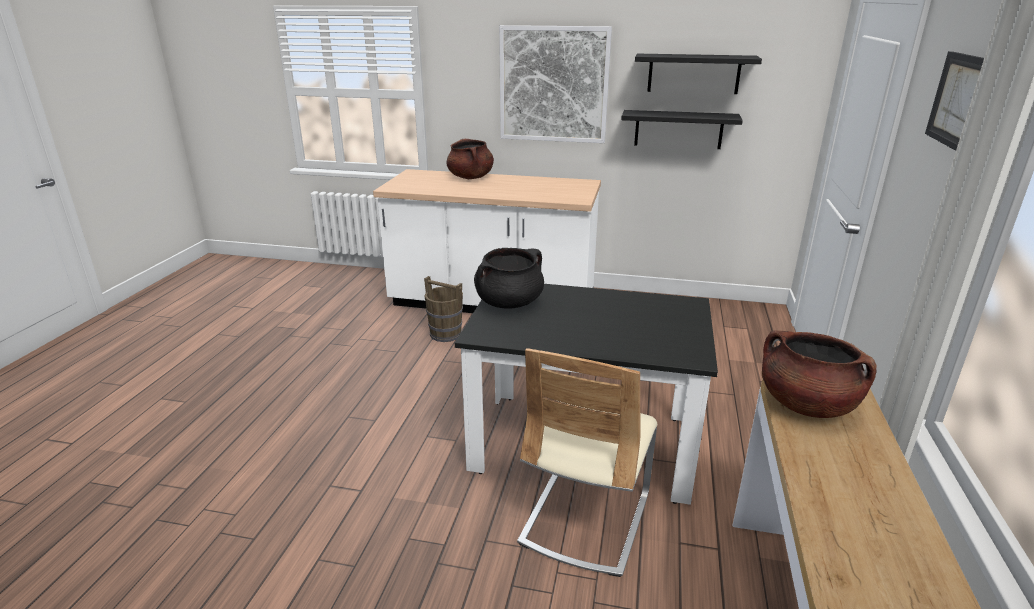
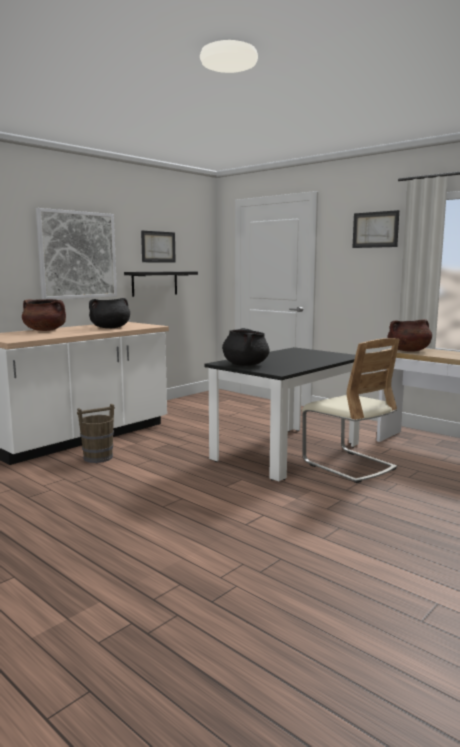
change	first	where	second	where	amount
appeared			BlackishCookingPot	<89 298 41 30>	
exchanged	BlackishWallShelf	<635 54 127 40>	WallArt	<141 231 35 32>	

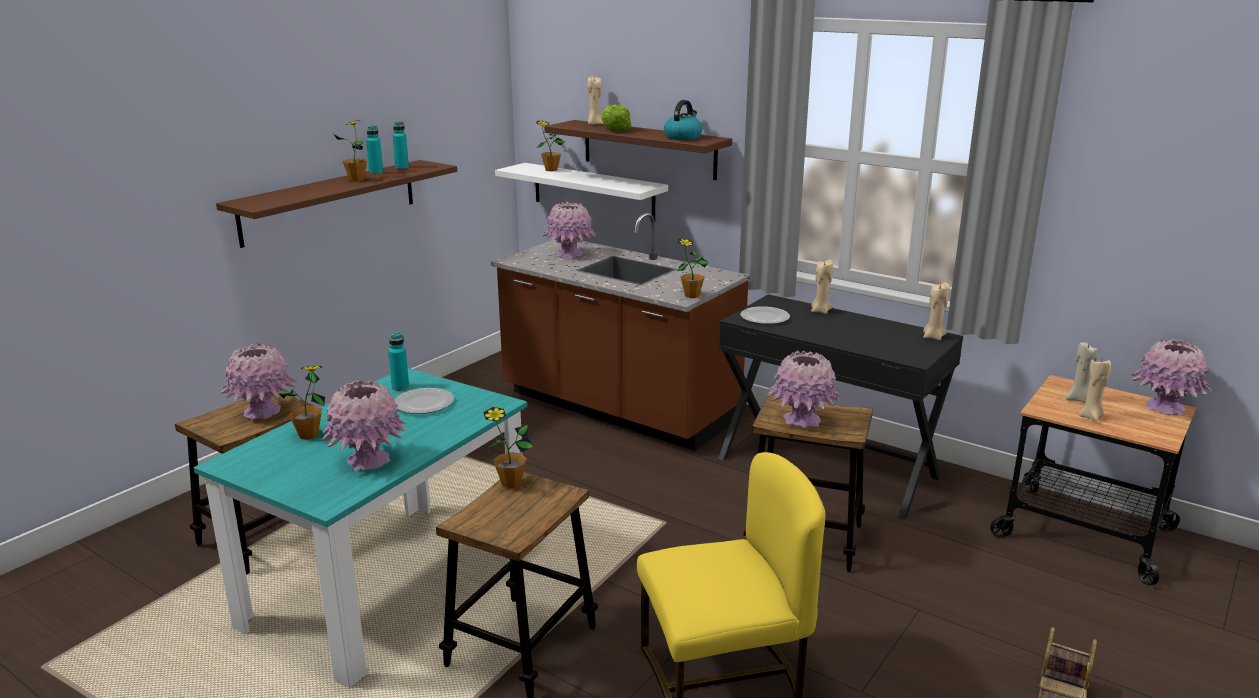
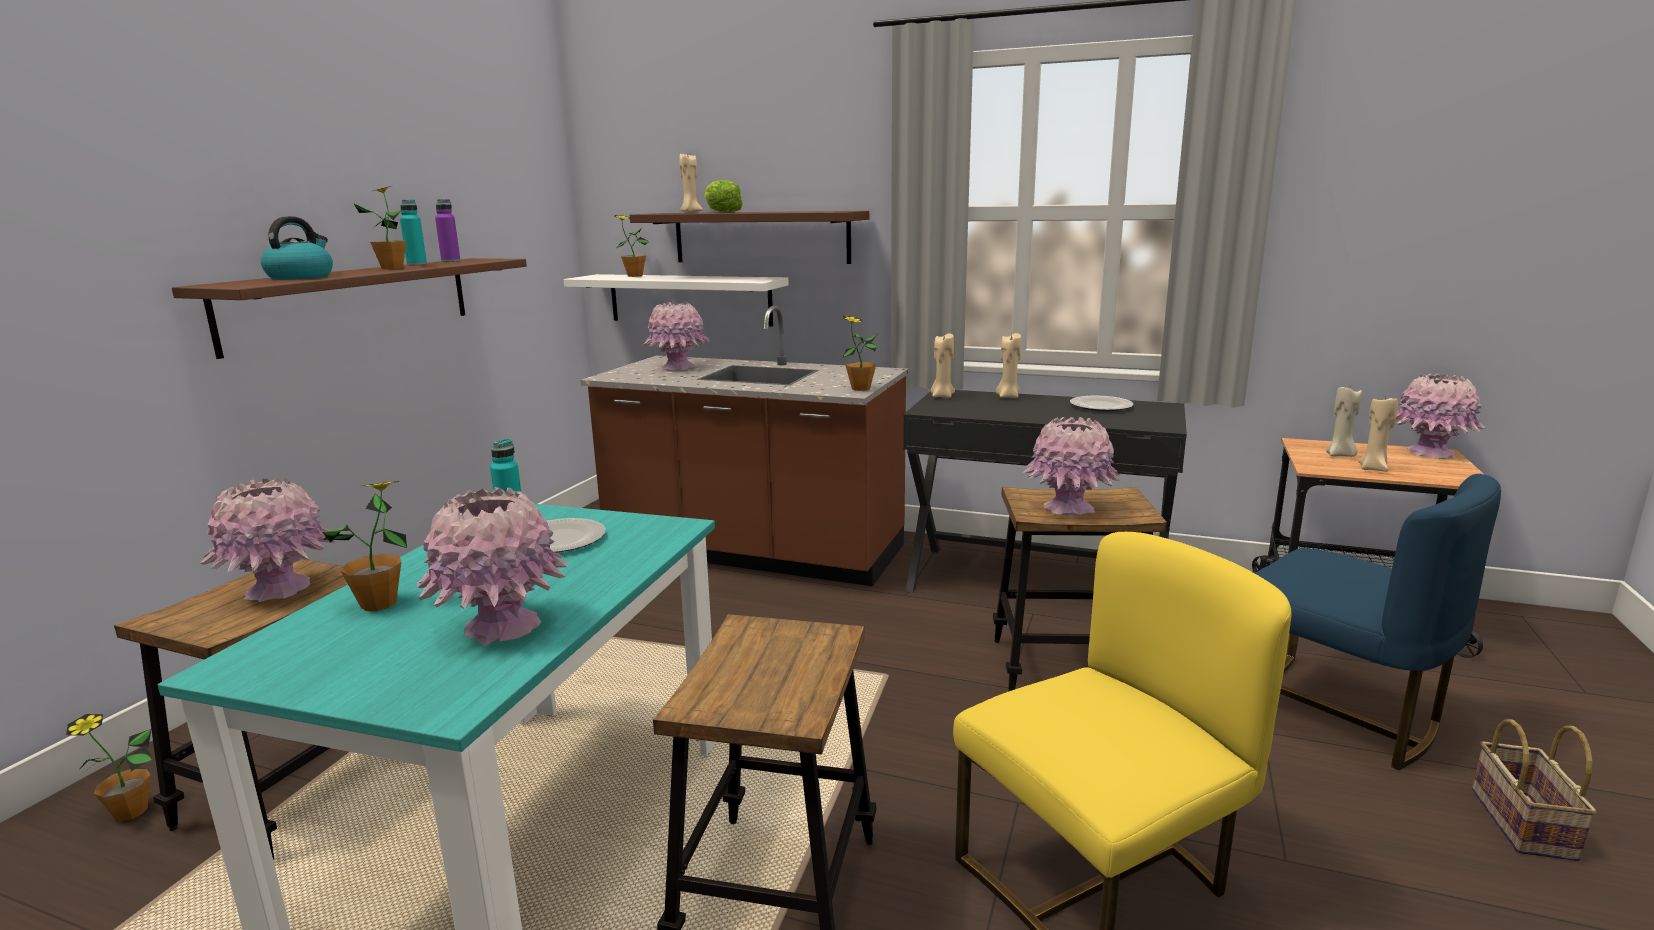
change	first	where	second	where	amount
appeared			BlueUprightChair	<1255 474 246 296>	
relocated	PlantInAPot	<484 407 49 81>		<66 714 86 107>	
relocated	WaterKettle	<664 100 39 40>		<261 216 72 64>	
relocated	Plate	<740 307 50 17>		<1070 396 64 15>	
relocated	SandColouredWaxLight	<923 282 26 58>		<931 333 24 65>	
colour	TurquoiseColouredBeverageBottle	<392 121 17 48>	PurpleBeverageBottle	<435 199 25 63>	

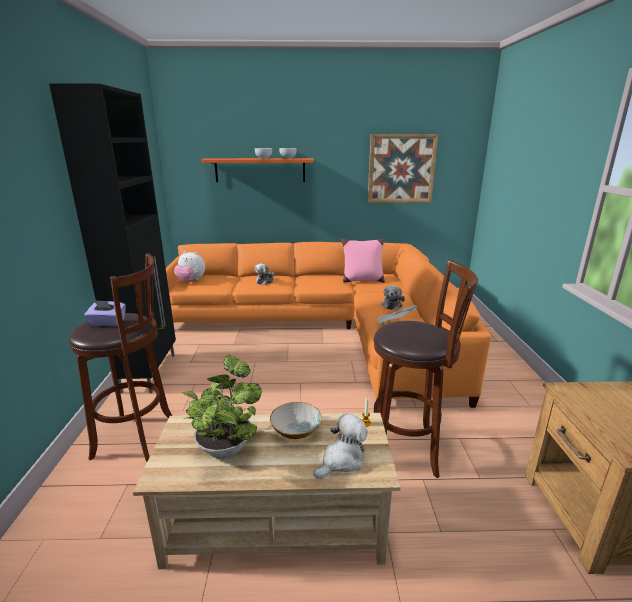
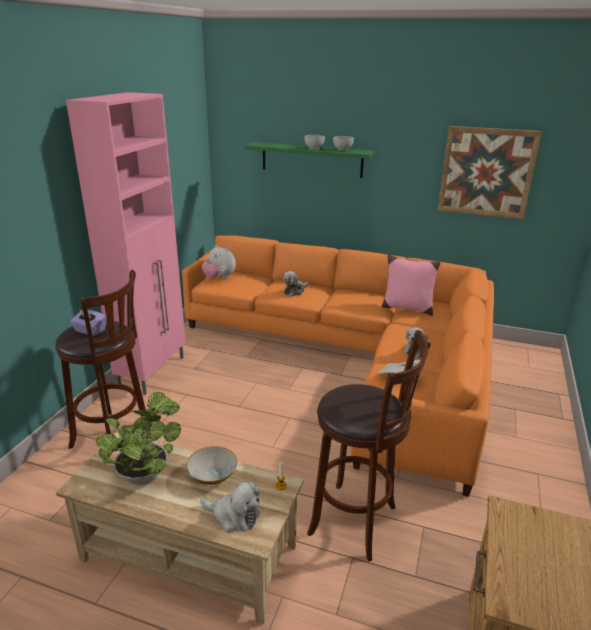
change	first	where	second	where	amount
colour	BlackishCupboard	<49 84 127 310>	PinkColouredCupboard	<66 92 120 303>	
colour	OrangeColouredWallShelf	<201 158 113 24>	GreenWallShelf	<245 142 130 36>	
spun	PlushToy	<313 413 55 66>		<200 481 60 52>	45 degrees clockwise

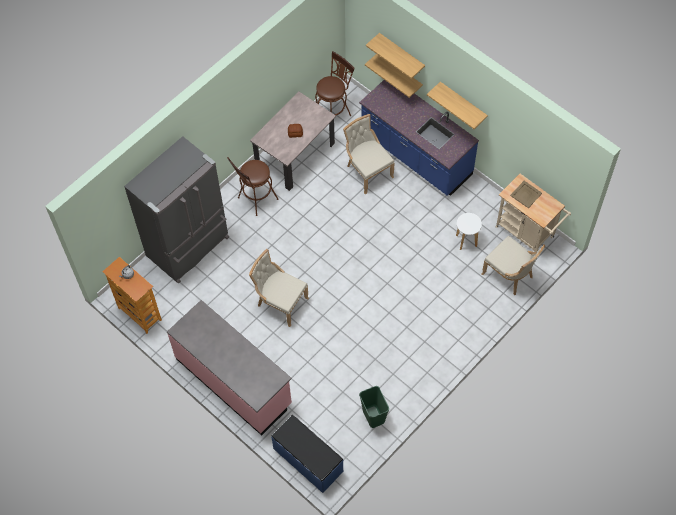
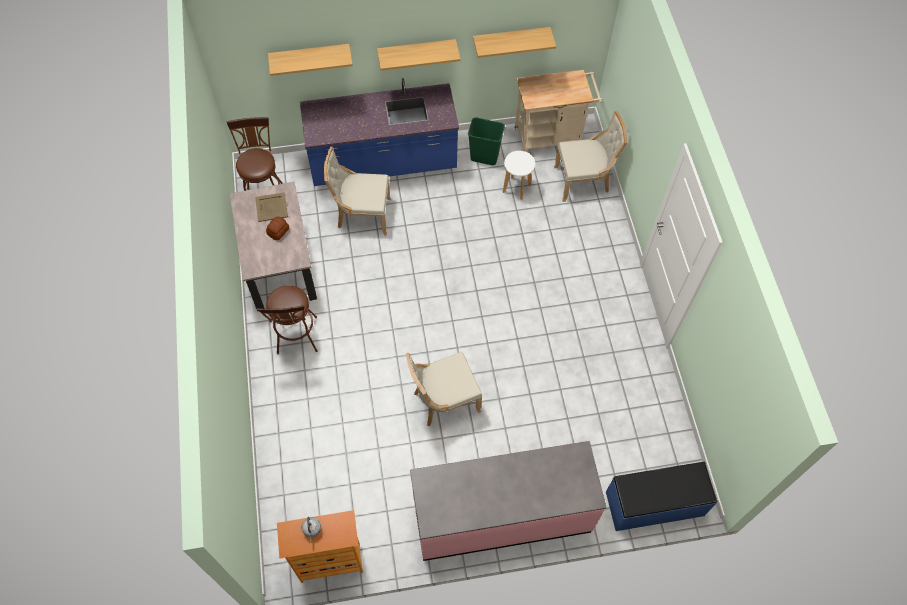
change	first	where	second	where	amount
missing	GreyFridge	<124 136 105 148>			
relocated	GreenRubbishBin	<359 386 30 42>		<468 117 37 48>	
relocated	WallShelf	<365 54 58 44>		<473 27 83 31>	
relocated	SandColouredServingTray	<510 181 32 27>		<255 192 33 30>	

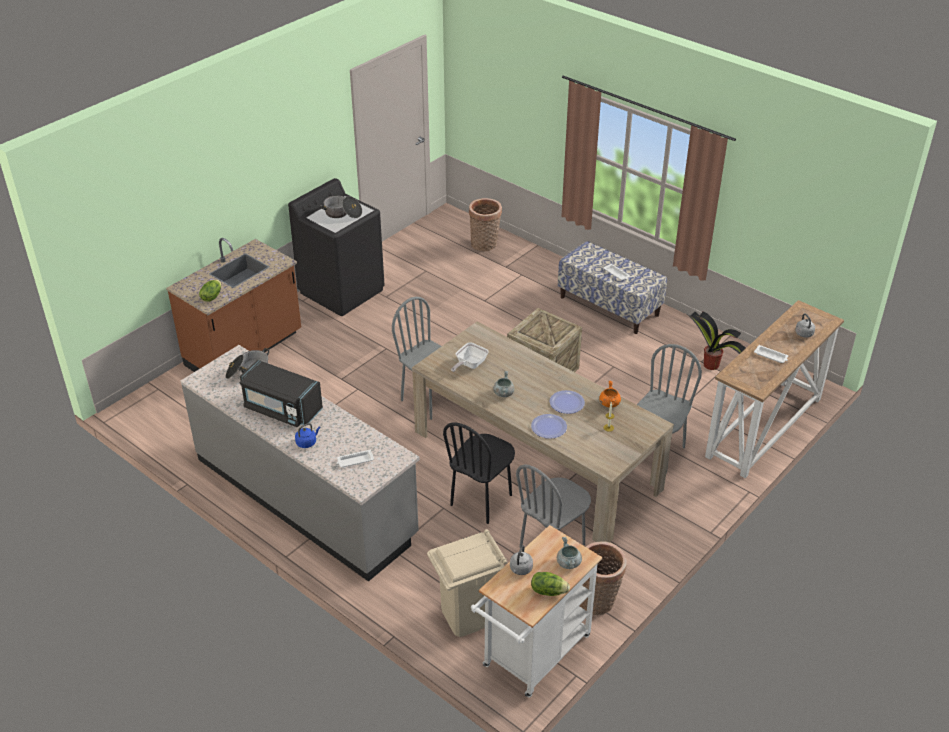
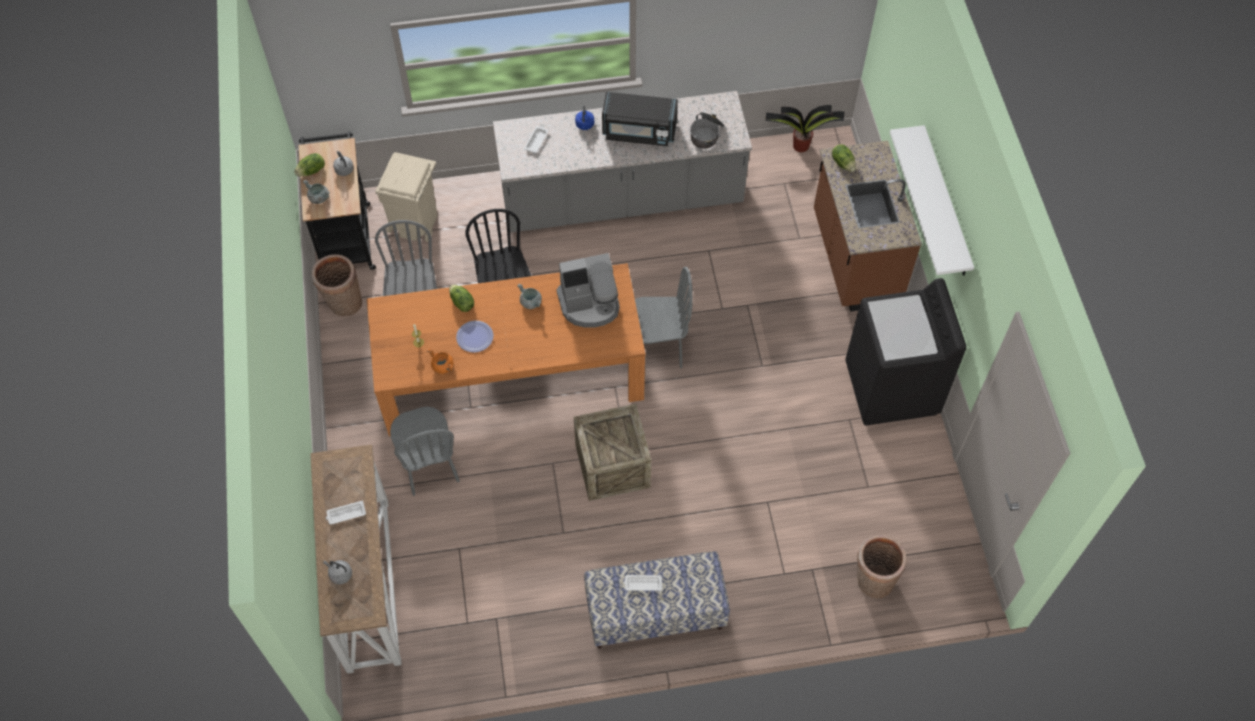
change	first	where	second	where	amount
missing	CookingPot	<320 195 42 23>			
appeared			WhiteColouredWallShelf	<890 125 84 151>	
relocated	PlantInAPot	<688 311 58 59>		<765 105 80 47>	
exchanged	Skillet	<451 343 38 29>	CoffeeBrewer	<556 253 64 75>	
exchanged	Plate	<531 414 36 25>	LettuceHead	<449 285 25 27>	
colour	SandColouredDinnerTable	<412 322 262 220>	OrangeColouredDinnerTable	<367 263 279 174>	
colour	WhiteColouredCart	<471 525 131 173>	BlackishCart	<299 131 77 139>	
spun	BlackishMicrowave	<240 360 83 67>		<602 92 76 54>	150 degrees counterclockwise

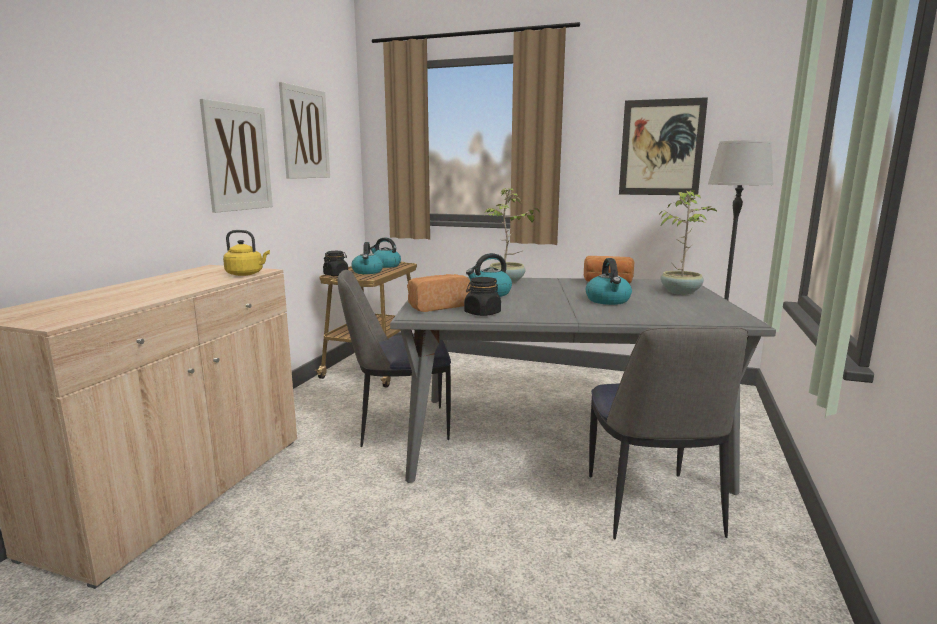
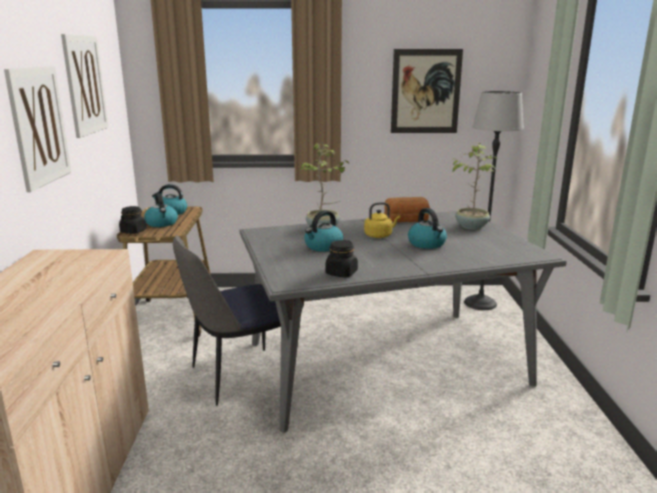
change	first	where	second	where	amount
missing	BakeryBread	<407 274 63 38>			
missing	UprightChair	<589 327 159 212>			
relocated	YellowWaterKettle	<223 230 47 46>		<364 202 36 36>	

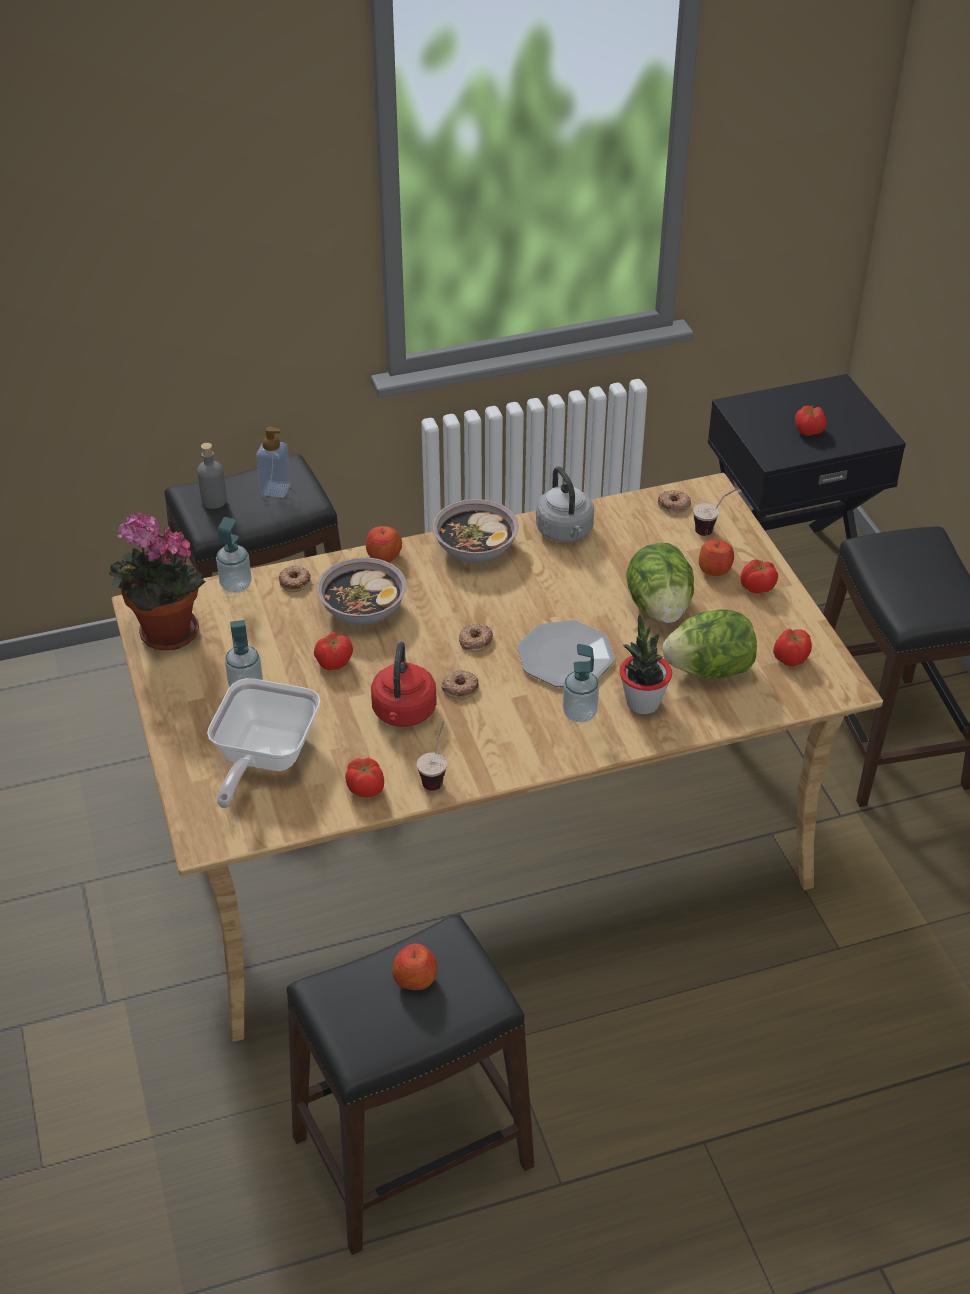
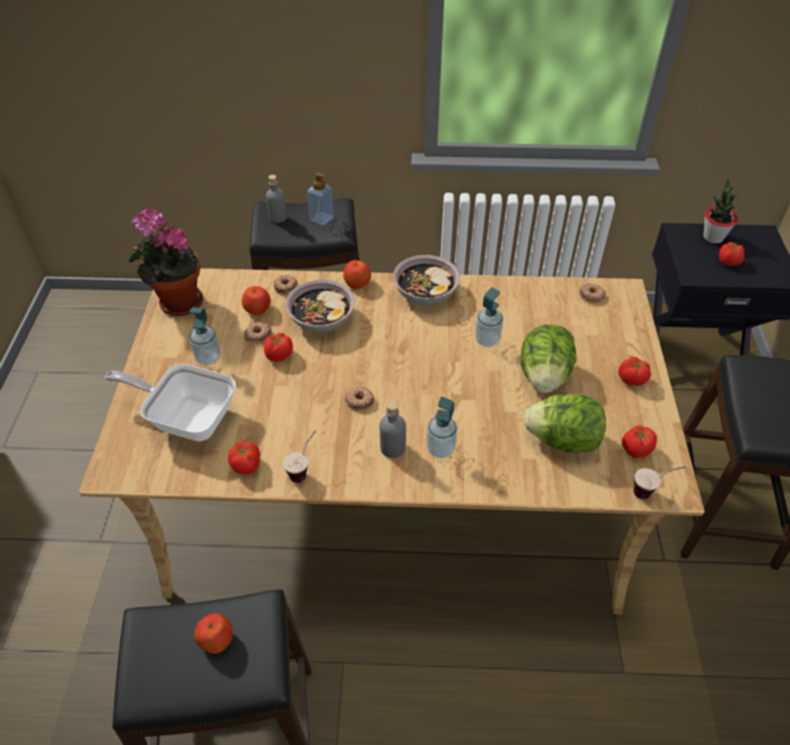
change	first	where	second	where	amount
missing	RedColouredWaterKettle	<371 642 66 85>			
missing	Plate	<517 620 98 67>			
missing	GreyWaterKettle	<536 467 58 75>			
appeared			GreyBeverageBottle	<380 401 26 57>	
relocated	LiquidSoapBottle	<216 517 36 76>		<475 287 28 60>	
relocated	Doughnut	<459 624 34 28>		<244 322 28 22>	
relocated	PlantInAPot	<620 614 52 100>		<703 178 35 66>	
relocated	Cup	<693 488 45 48>		<634 466 52 33>	
relocated	Apple	<699 539 35 37>		<242 286 29 29>	
spun	Skillet	<207 678 113 130>		<105 364 131 77>	75 degrees clockwise

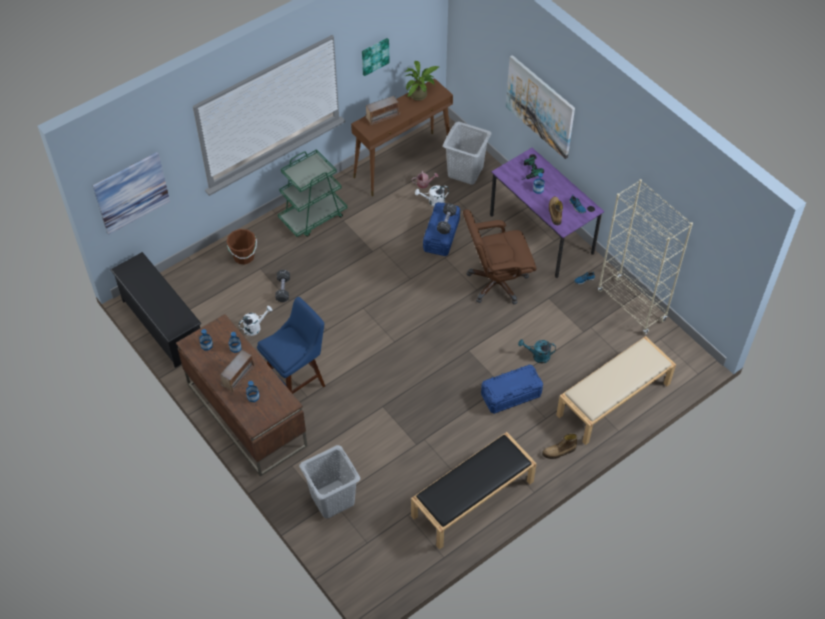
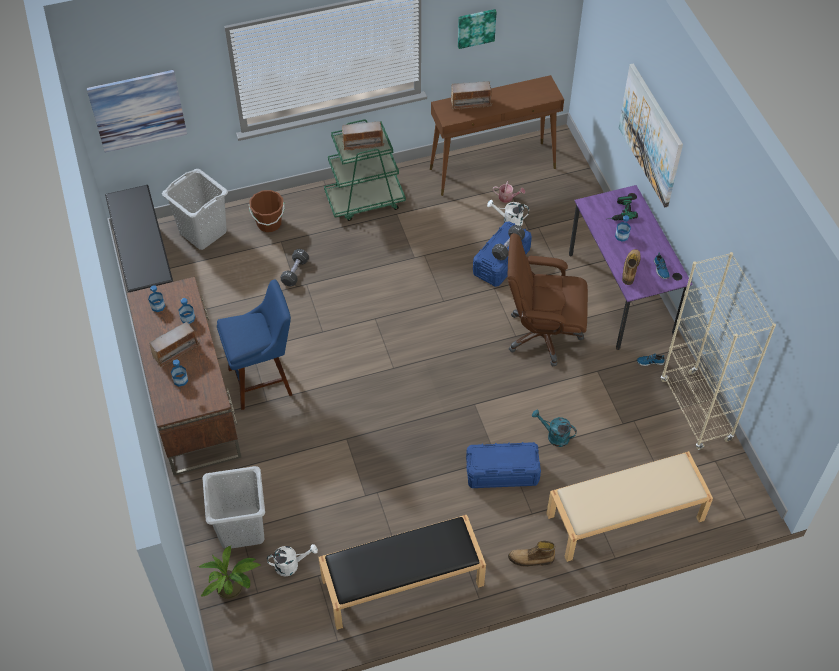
change	first	where	second	where	amount
appeared			RadioReceiver	<342 122 43 29>	
relocated	WhiteColouredWateringCan	<239 306 34 30>		<267 544 51 33>	
relocated	PlantInAPot	<404 61 35 40>		<198 546 62 53>	
relocated	GreyWashingBasket	<443 122 48 62>		<162 169 66 81>	

